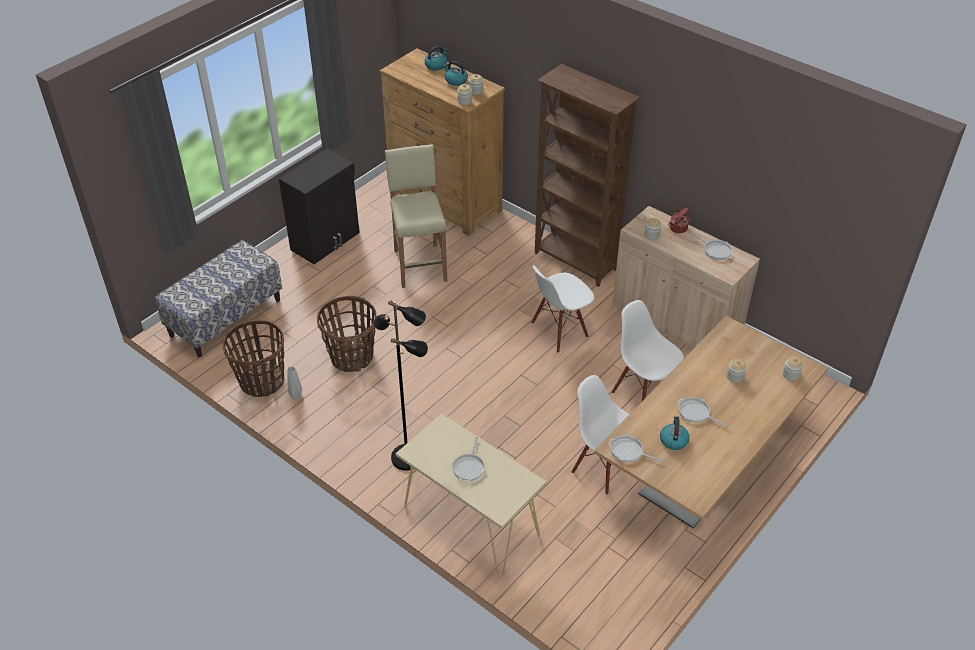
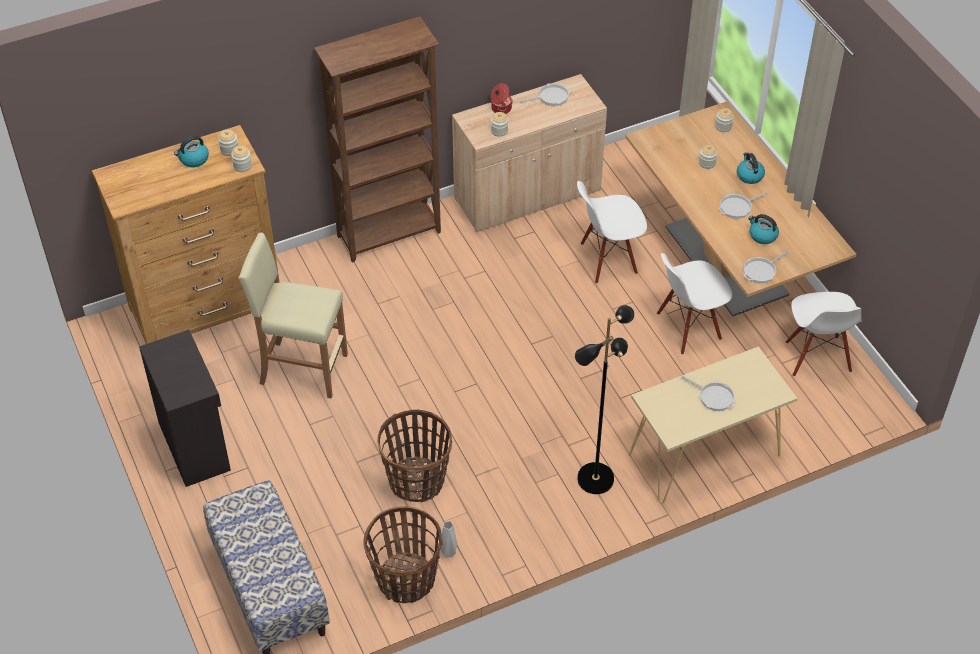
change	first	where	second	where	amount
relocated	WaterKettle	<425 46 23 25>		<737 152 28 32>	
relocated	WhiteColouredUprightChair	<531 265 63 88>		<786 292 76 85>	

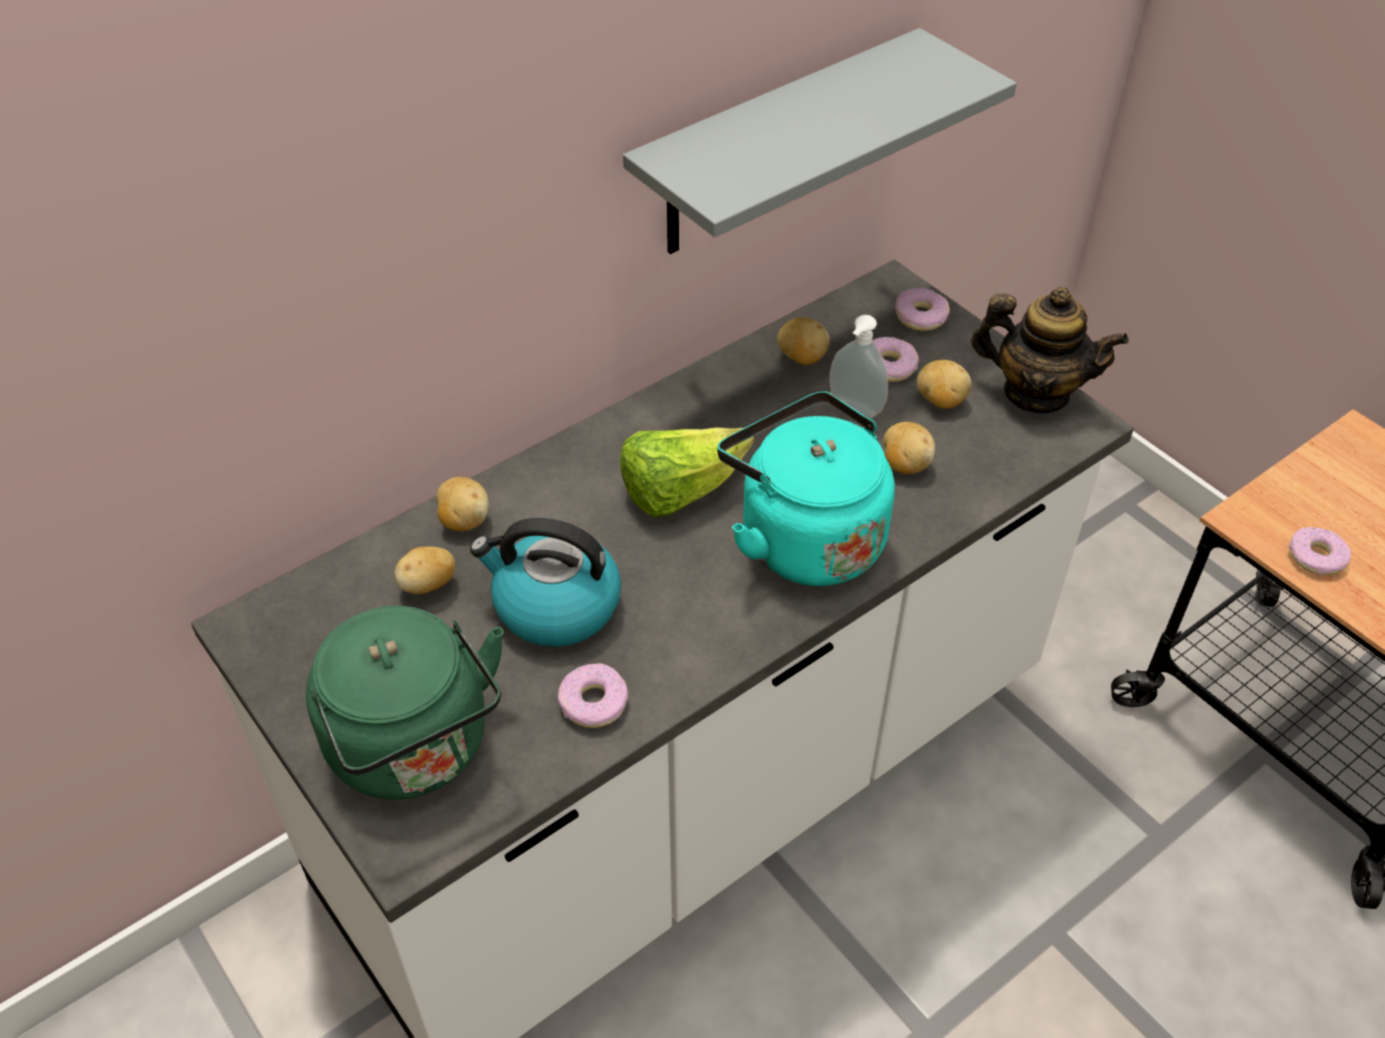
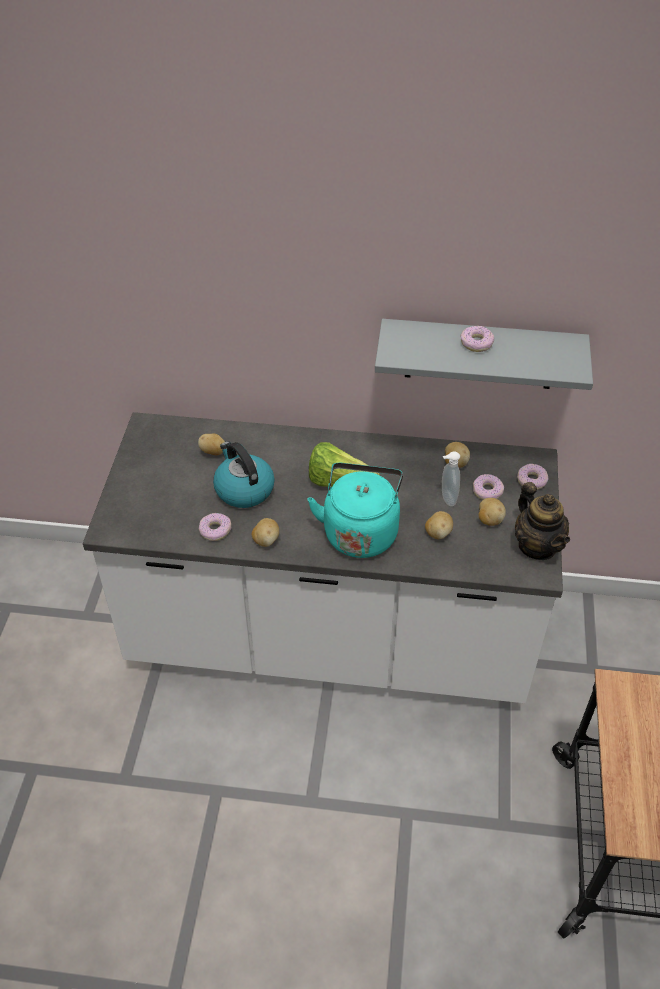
change	first	where	second	where	amount
missing	GreenWaterKettle	<306 606 198 194>			
relocated	WholePotato	<436 477 53 54>		<252 518 27 29>	
relocated	Doughnut	<1289 527 62 48>		<461 326 33 26>	

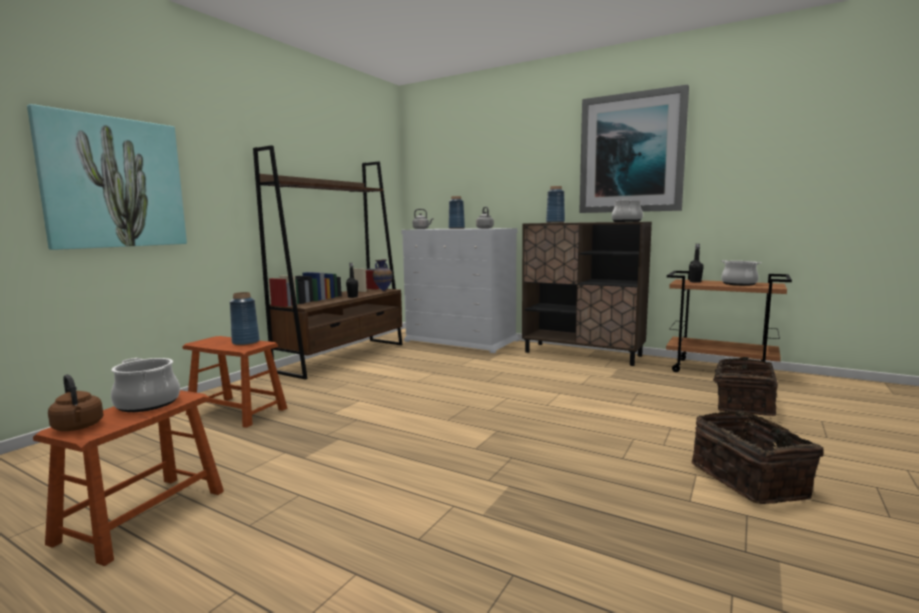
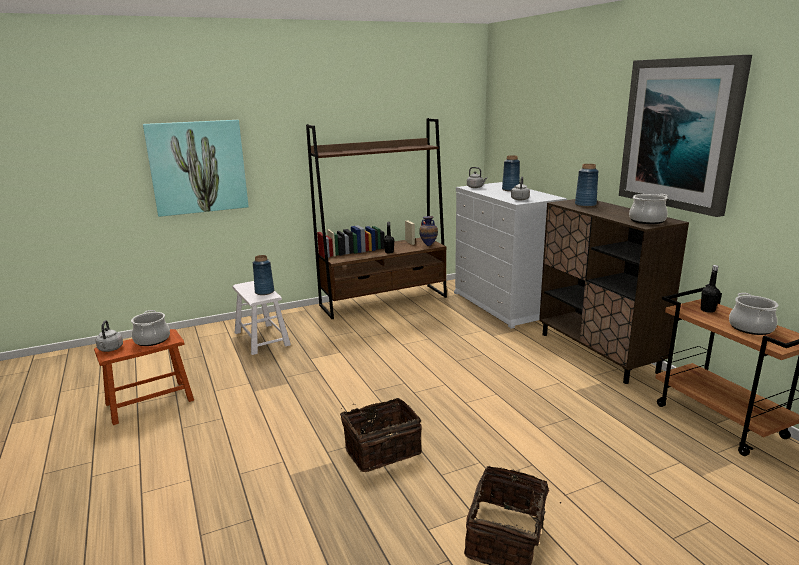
change	first	where	second	where	amount
relocated	StorageBasket	<700 357 78 59>		<340 398 82 74>	
colour	BrownishWaterKettle	<48 374 55 57>	GreyWaterKettle	<95 320 28 32>	
colour	BrownishStoolSeat	<182 336 105 92>	WhiteColouredStoolSeat	<232 281 59 74>	

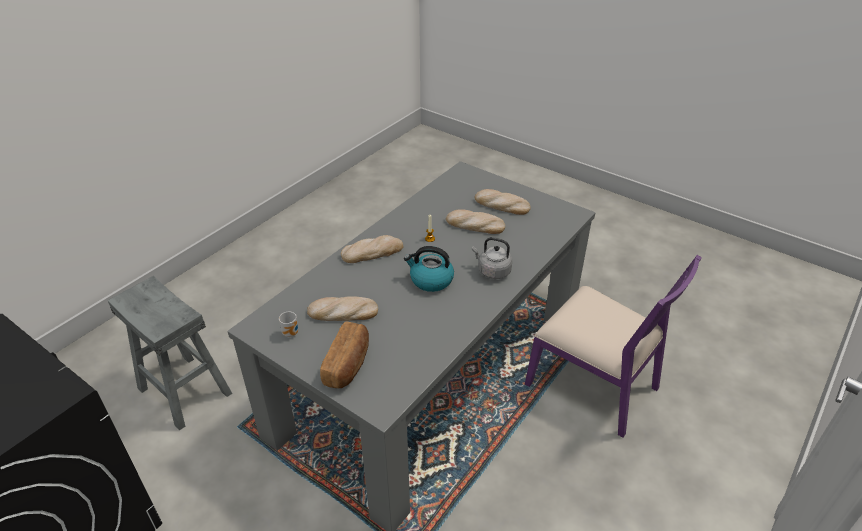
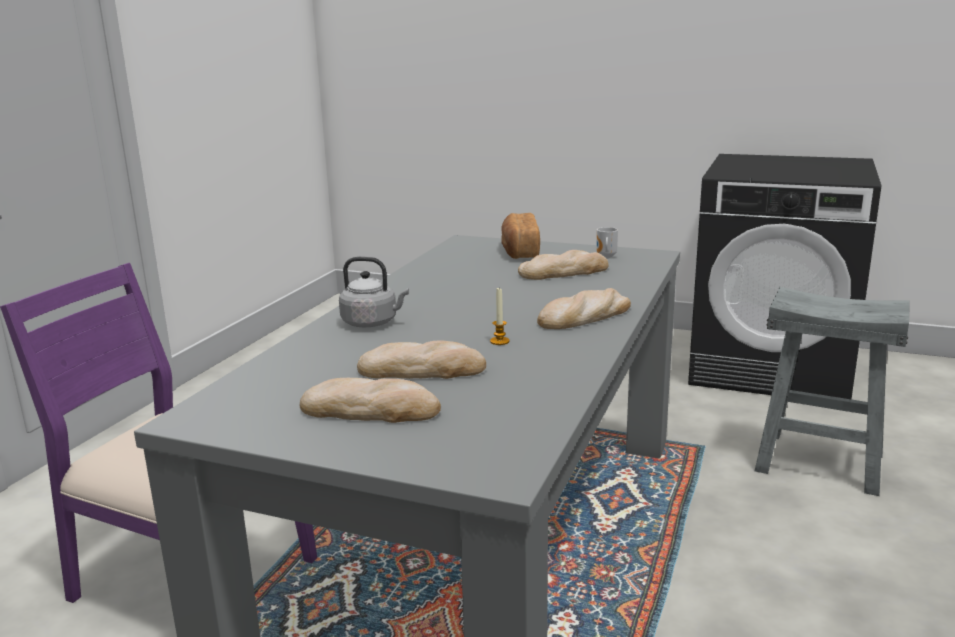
change	first	where	second	where	amount
missing	WaterKettle	<404 246 50 46>			

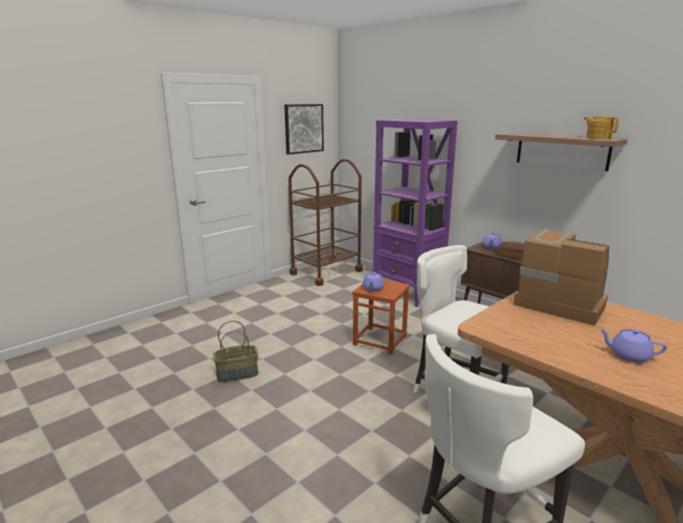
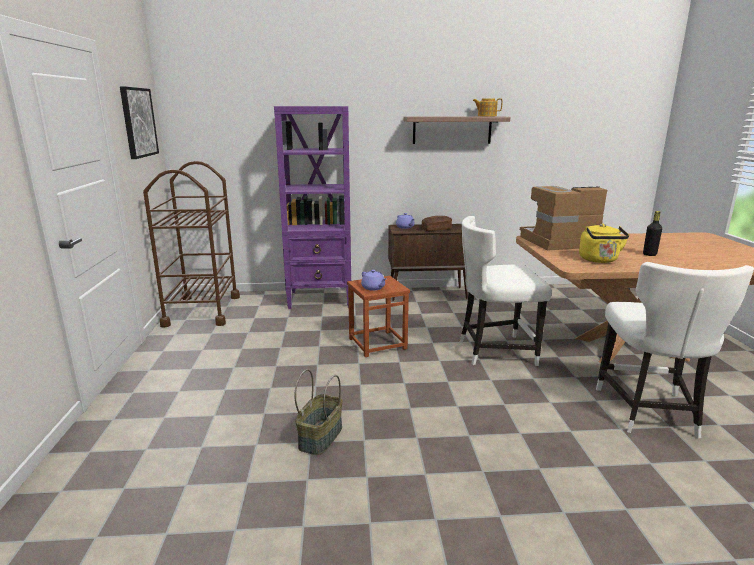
change	first	where	second	where	amount
appeared			YellowWaterKettle	<579 224 50 39>	
exchanged	PurpleTeaPot	<599 329 68 34>	BlackishBeverageBottle	<643 211 19 45>	

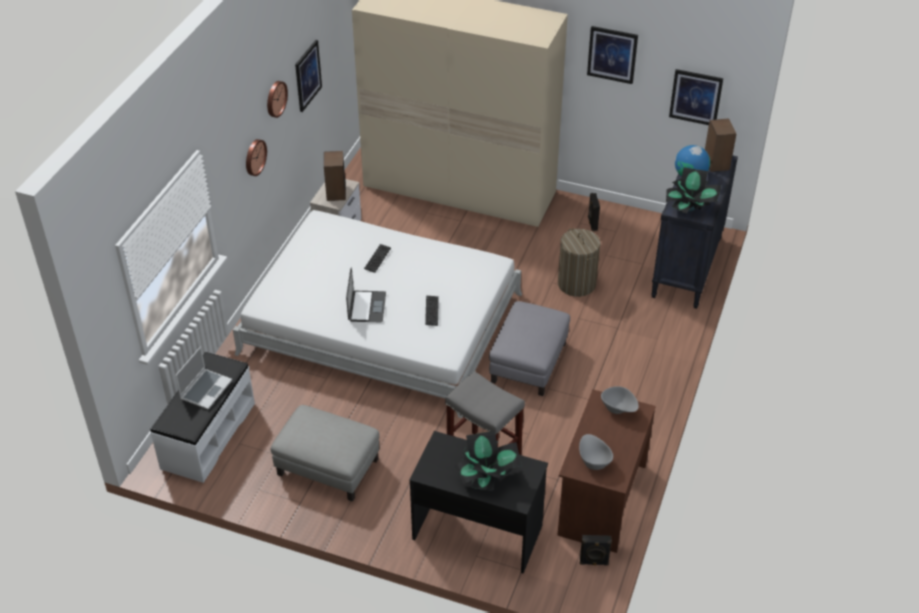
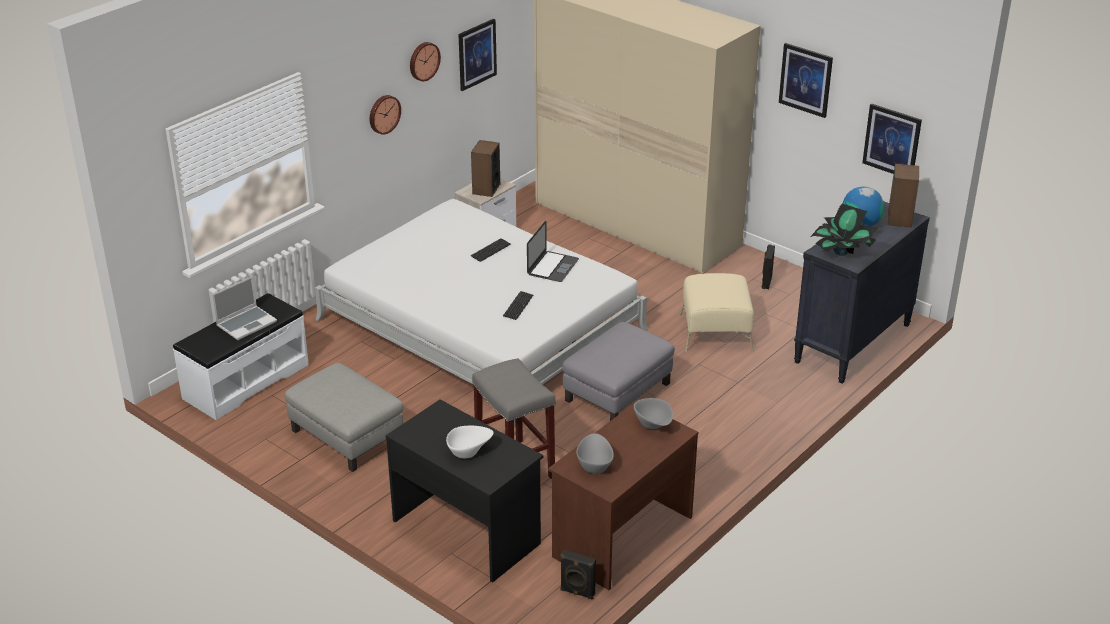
change	first	where	second	where	amount
relocated	Laptop	<346 267 40 55>		<527 221 52 61>	
exchanged	PlantInAPot	<455 431 66 60>	WhiteColouredServingBowl	<446 426 48 32>	
exchanged	WashingBasket	<558 228 43 69>	SandColouredOttoman	<679 273 75 79>	

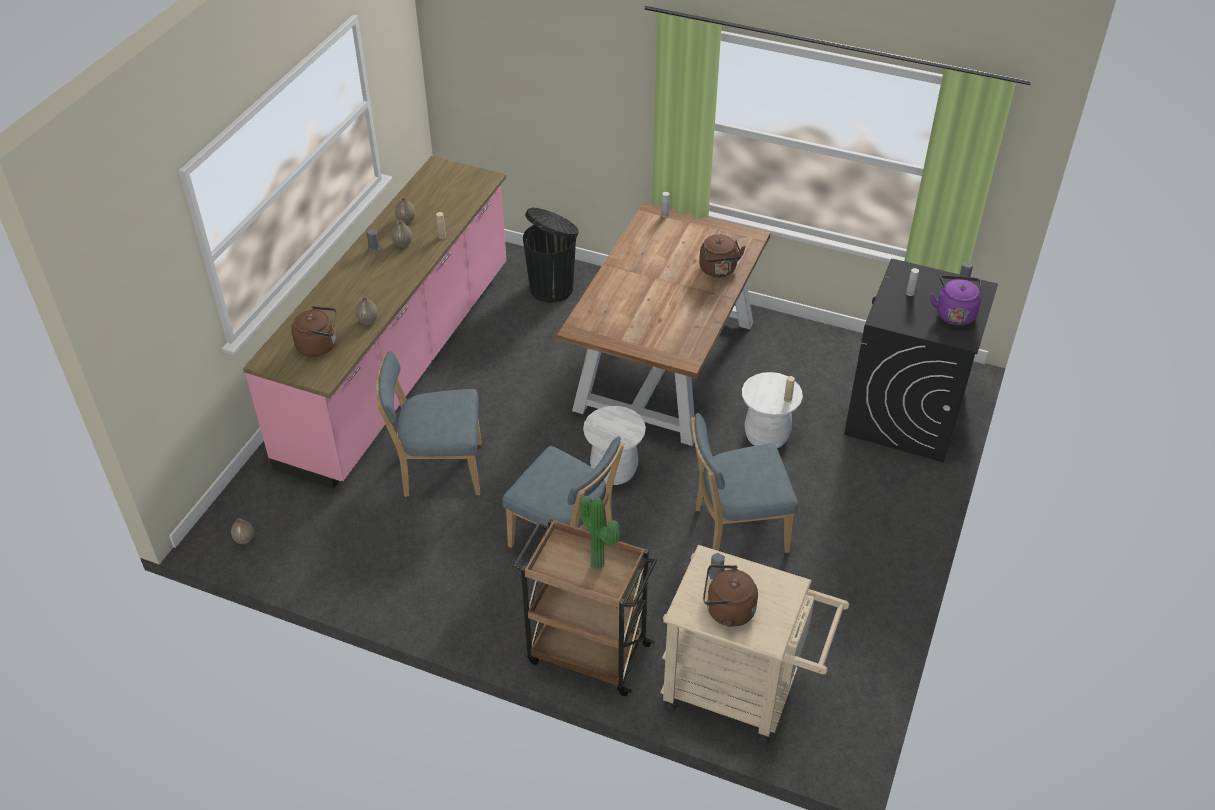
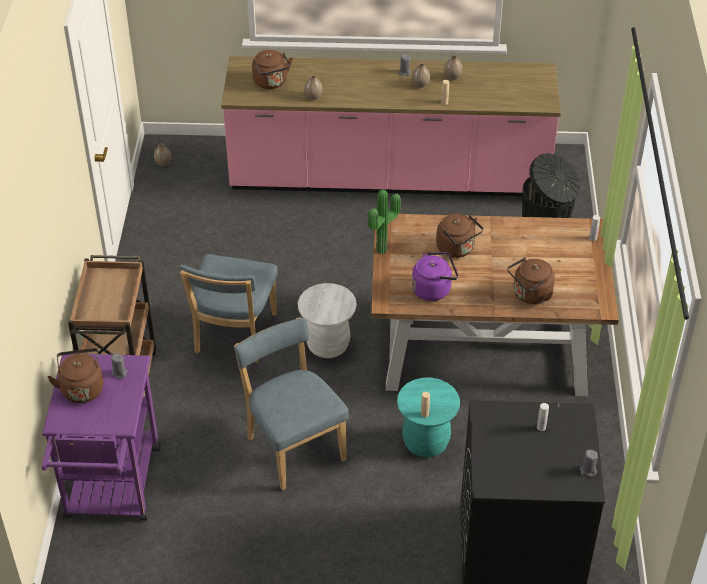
change	first	where	second	where	amount
missing	BlueUprightChair	<376 350 106 147>			
appeared			BrownishWaterKettle	<436 214 47 44>	
relocated	PlantInAPot	<580 496 40 73>		<368 190 33 64>	
relocated	PurpleWaterKettle	<930 275 52 51>		<412 252 46 49>	
colour	SandColouredCart	<660 545 189 199>	PurpleCart	<42 354 119 167>	
colour	WhiteColouredStoolSeat	<742 372 61 76>	TurquoiseColouredStoolSeat	<397 378 63 79>	

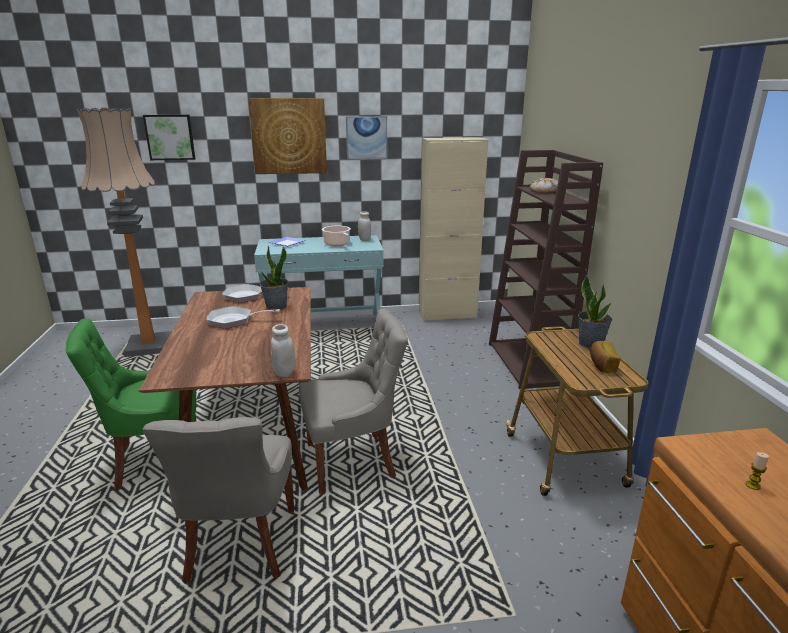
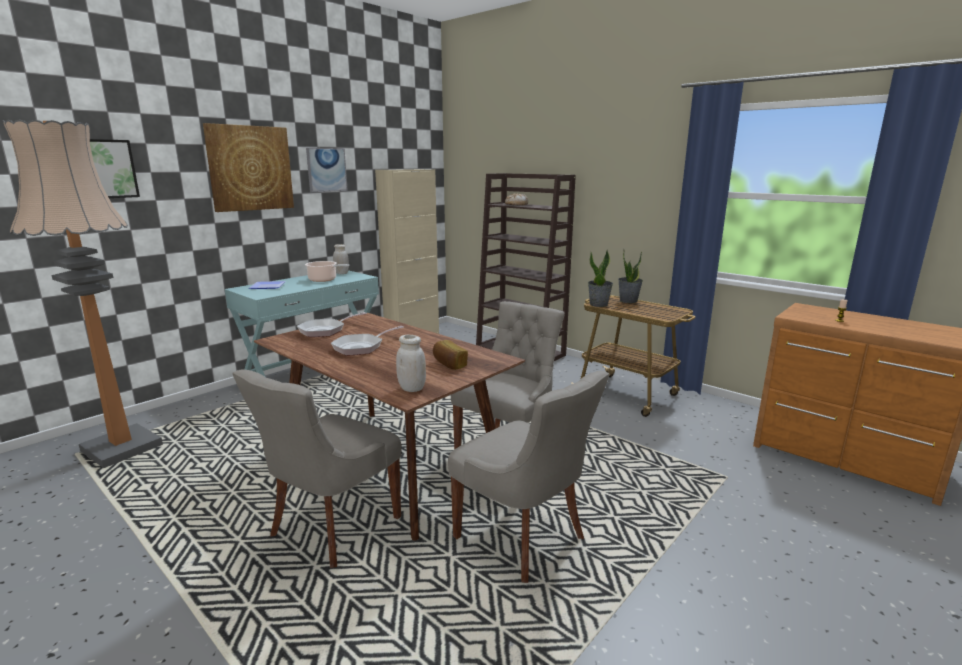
change	first	where	second	where	amount
relocated	PlantInAPot	<260 246 28 64>		<588 249 25 58>	
relocated	WhiteColouredStorageJar	<271 324 24 53>		<396 334 30 58>	
relocated	BakeryBread	<590 341 30 32>		<433 340 35 30>	
colour	GreenUprightChair	<66 319 131 172>	GreyUprightChair	<232 369 169 199>	

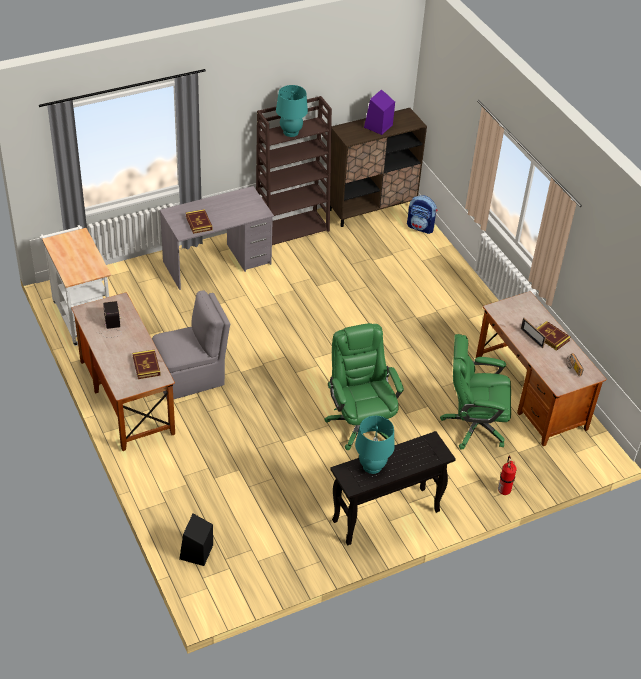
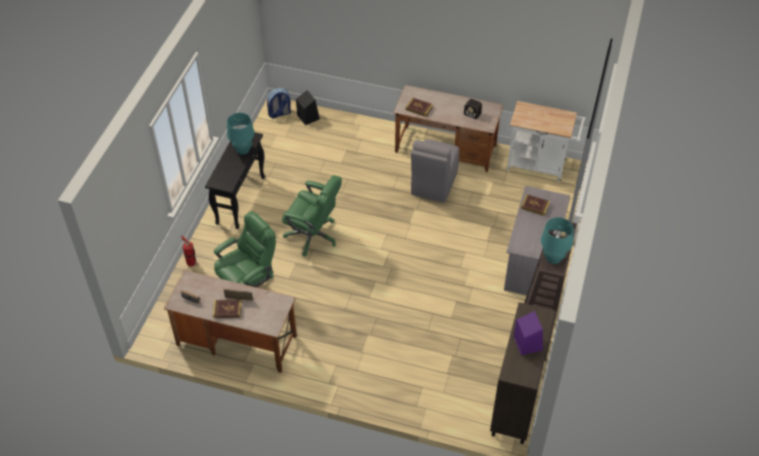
change	first	where	second	where	amount
relocated	Knapsack	<407 195 31 39>		<267 88 24 31>	

